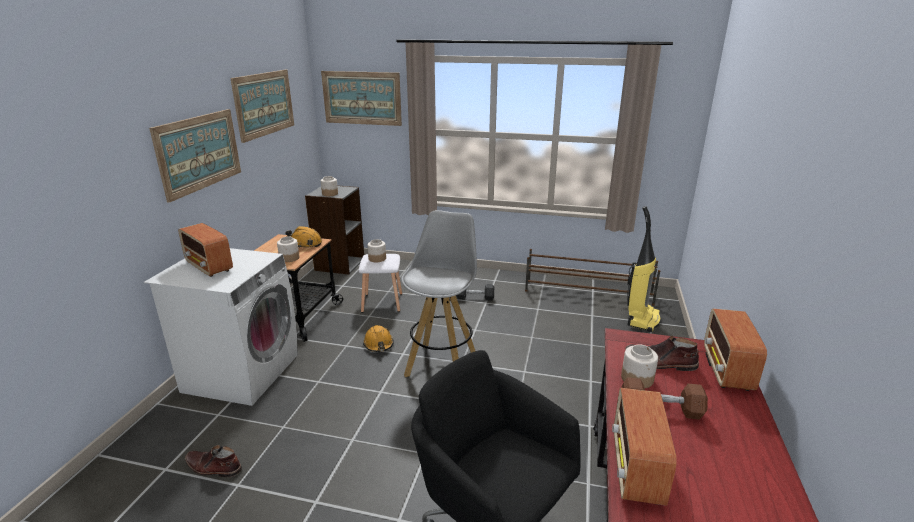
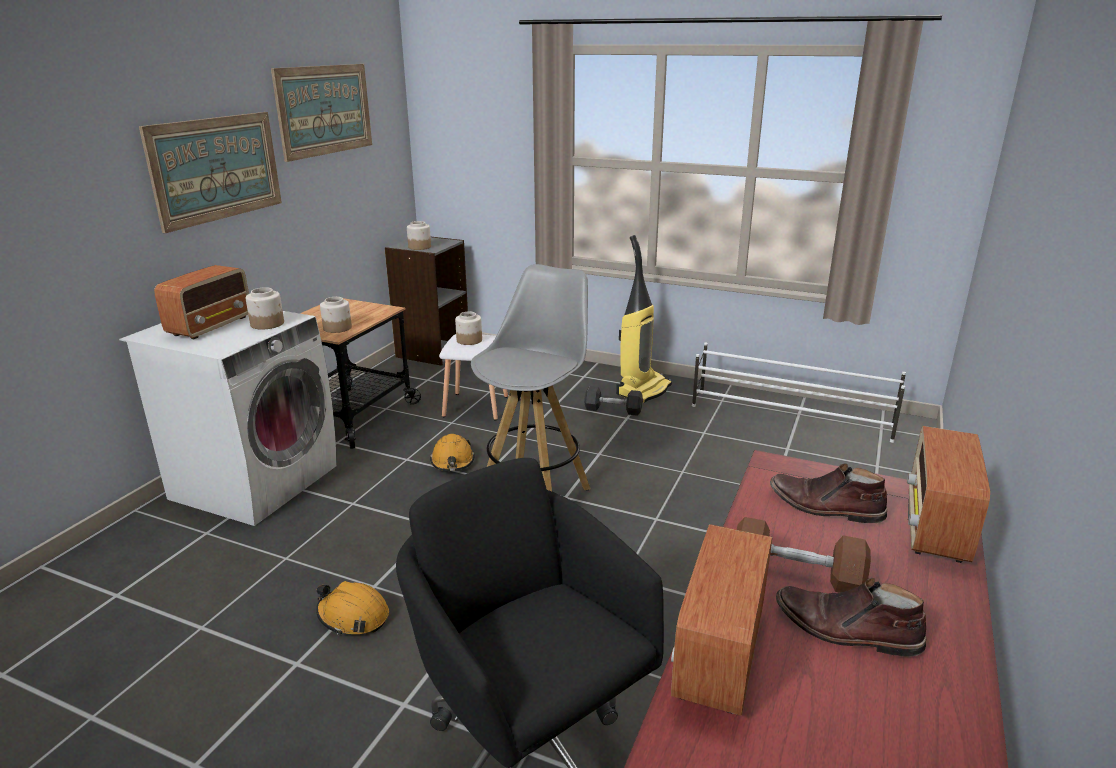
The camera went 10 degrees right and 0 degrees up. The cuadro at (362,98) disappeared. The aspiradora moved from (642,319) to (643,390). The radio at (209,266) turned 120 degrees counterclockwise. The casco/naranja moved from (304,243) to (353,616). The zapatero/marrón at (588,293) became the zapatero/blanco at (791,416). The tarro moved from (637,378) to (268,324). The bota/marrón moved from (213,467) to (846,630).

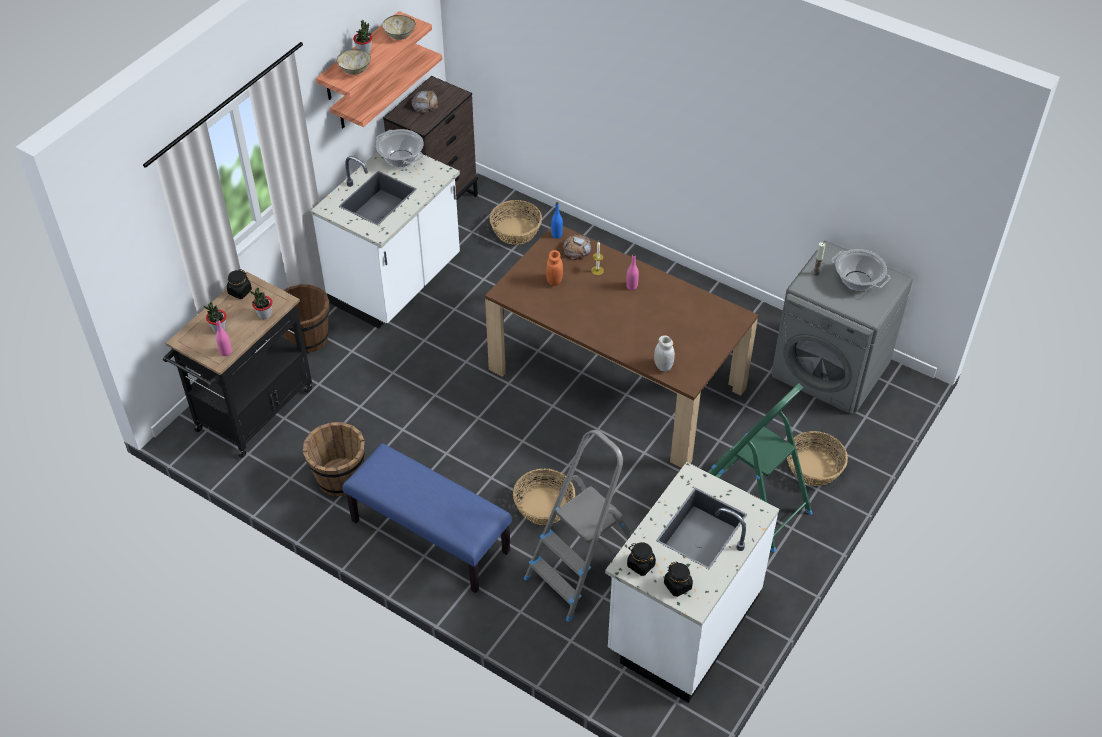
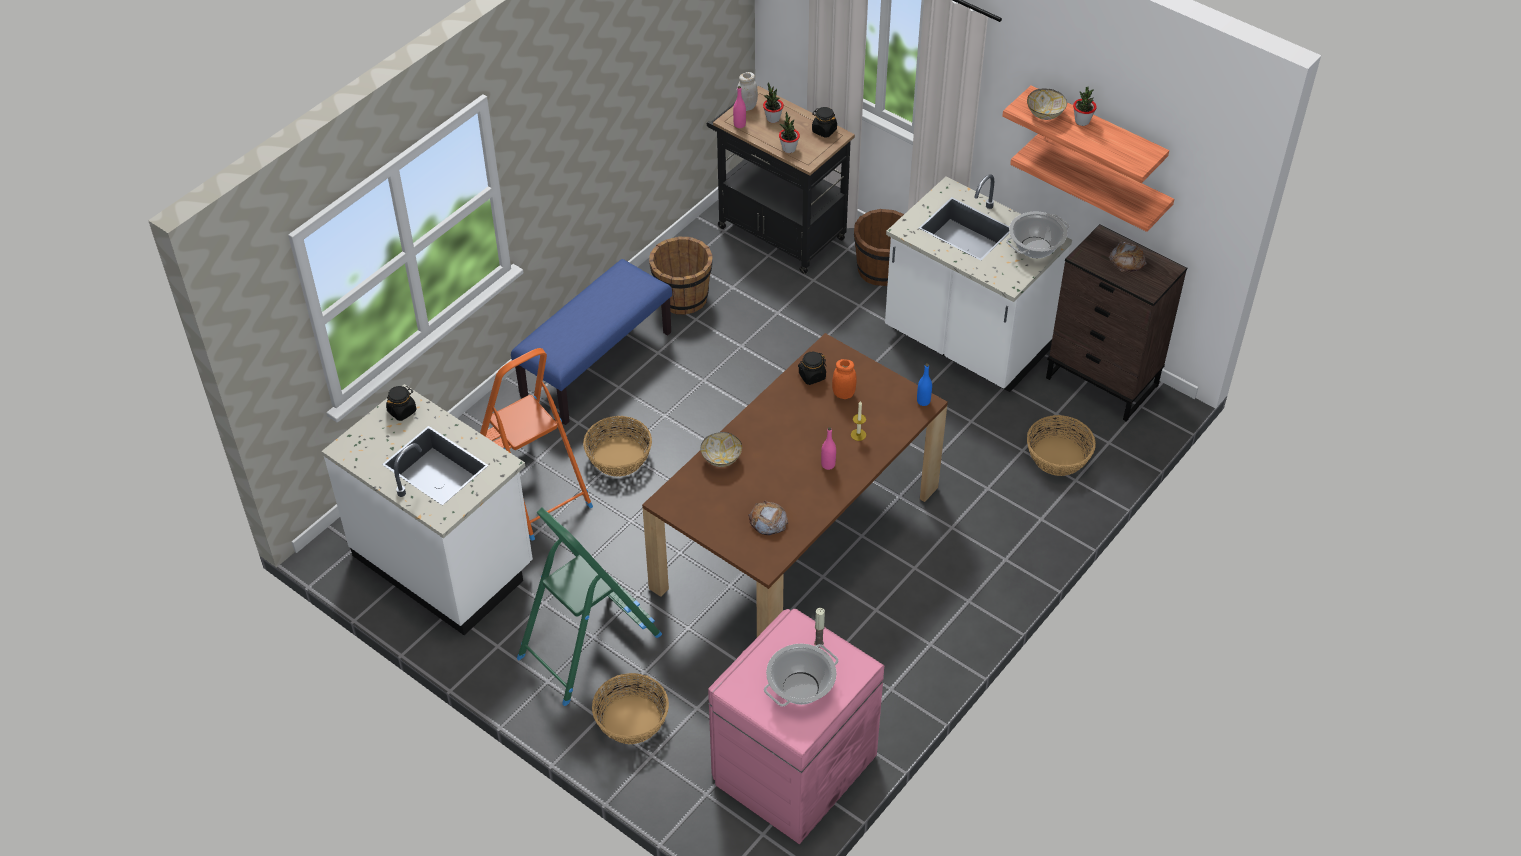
The camera went 95 degrees right and 0 degrees up. The cuenco moved from (400,36) to (721,459). The pan moved from (576,250) to (768,521). The lavadora/gris at (829,370) became the lavadora/rosa at (790,767). The tarro/blanco moved from (663,366) to (747,106). The escalera de tijera/gris at (585,569) became the escalera de tijera/naranja at (530,485). The tarro/negro moved from (678,585) to (812,376).

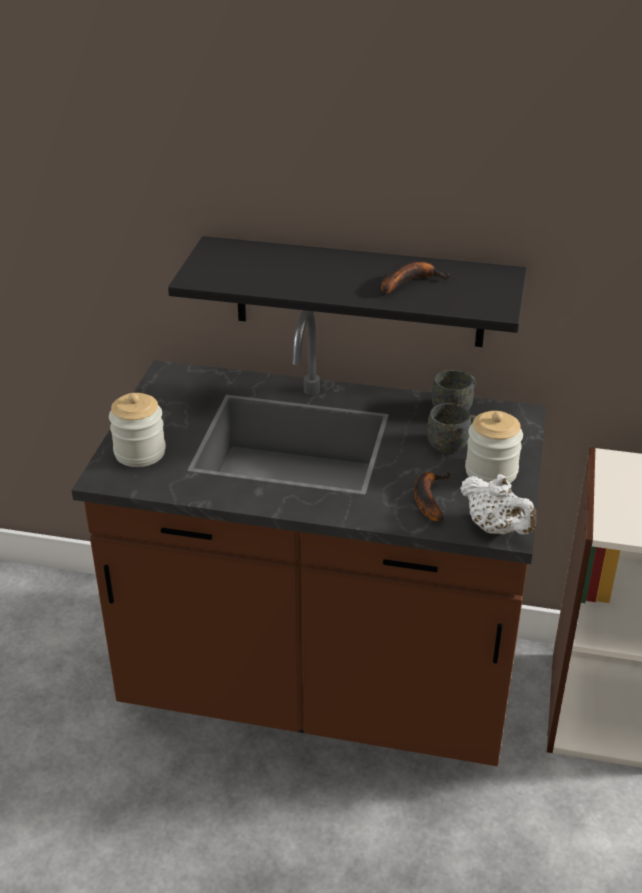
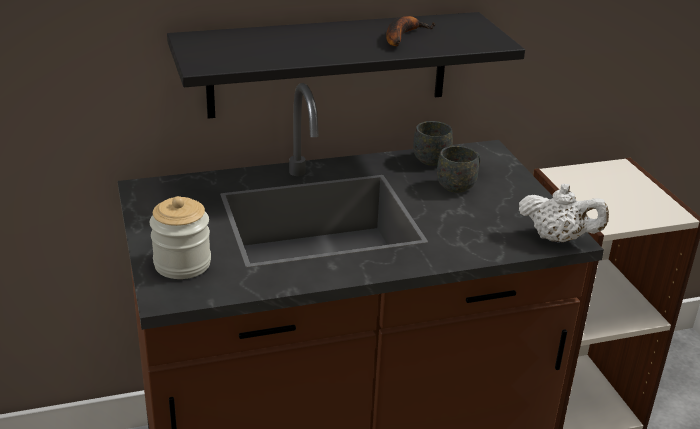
The camera went 30 degrees left and 5 degrees down. The tarro at (491,471) disappeared. The plátano at (428,498) disappeared.

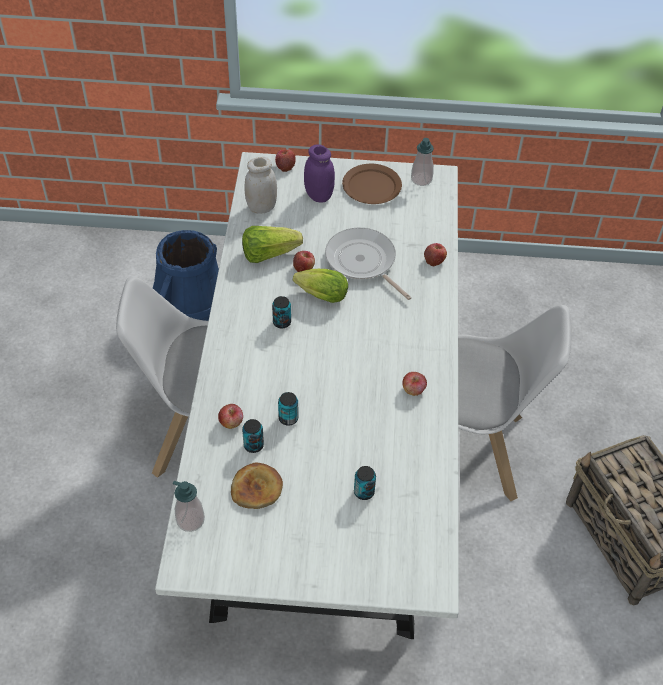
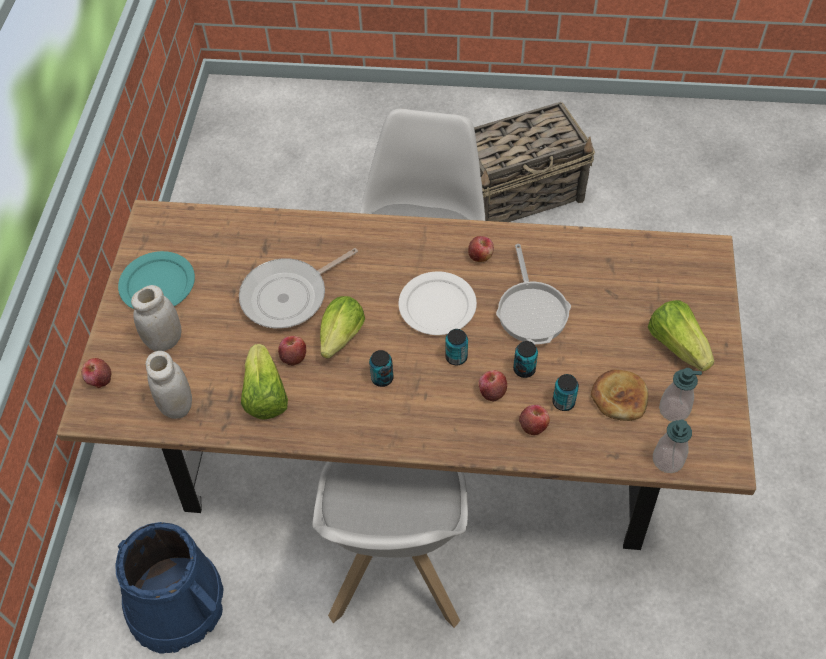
The camera went 85 degrees left and 5 degrees up. The dispensador de jabón moved from (421,179) to (674,409). The tarro/morado at (318,195) became the tarro/blanco at (165,341). The mesa de comedor/blanco at (328,448) became the mesa de comedor/marrón at (418,434). The plato/marrón at (371,186) became the plato/turquesa at (157,285). The manzana moved from (434,260) to (492,391). The lata moved from (364,492) to (456,357). The sartén at (532,310) appeared. The plato/blanco at (437,305) appeared. The lechuga at (677,345) appeared.

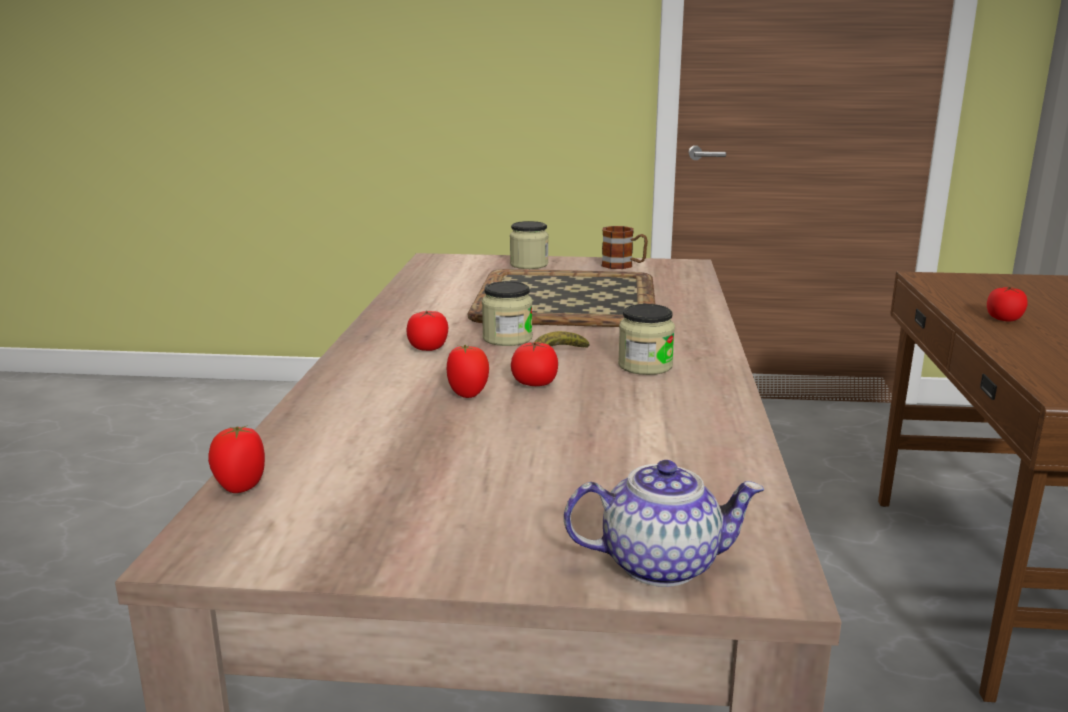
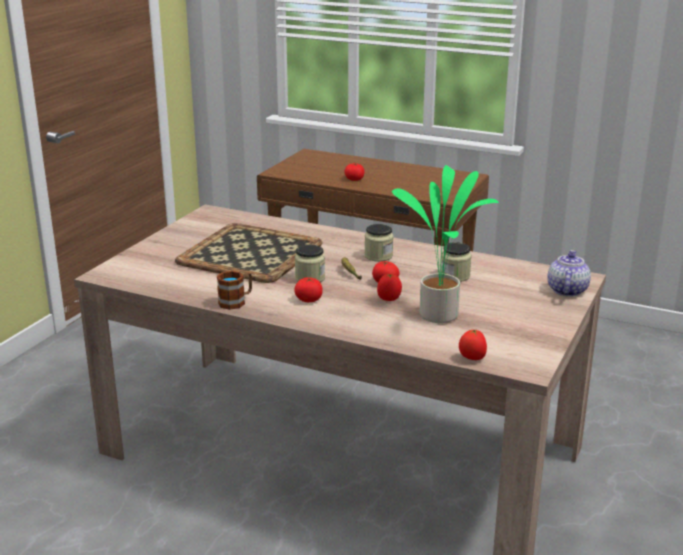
The camera went 70 degrees left and 5 degrees up. The tarro moved from (529,264) to (455,276). The taza grande moved from (623,266) to (236,301). The planta en maceta at (441,315) appeared.

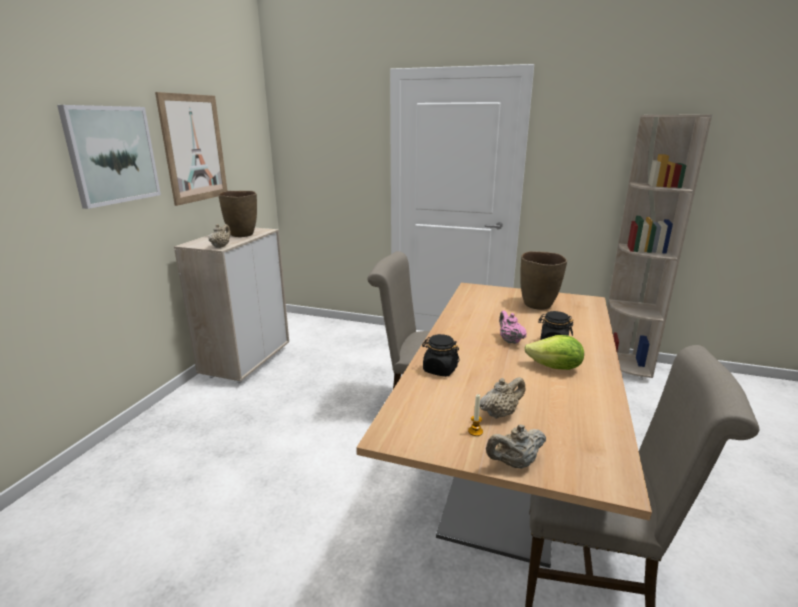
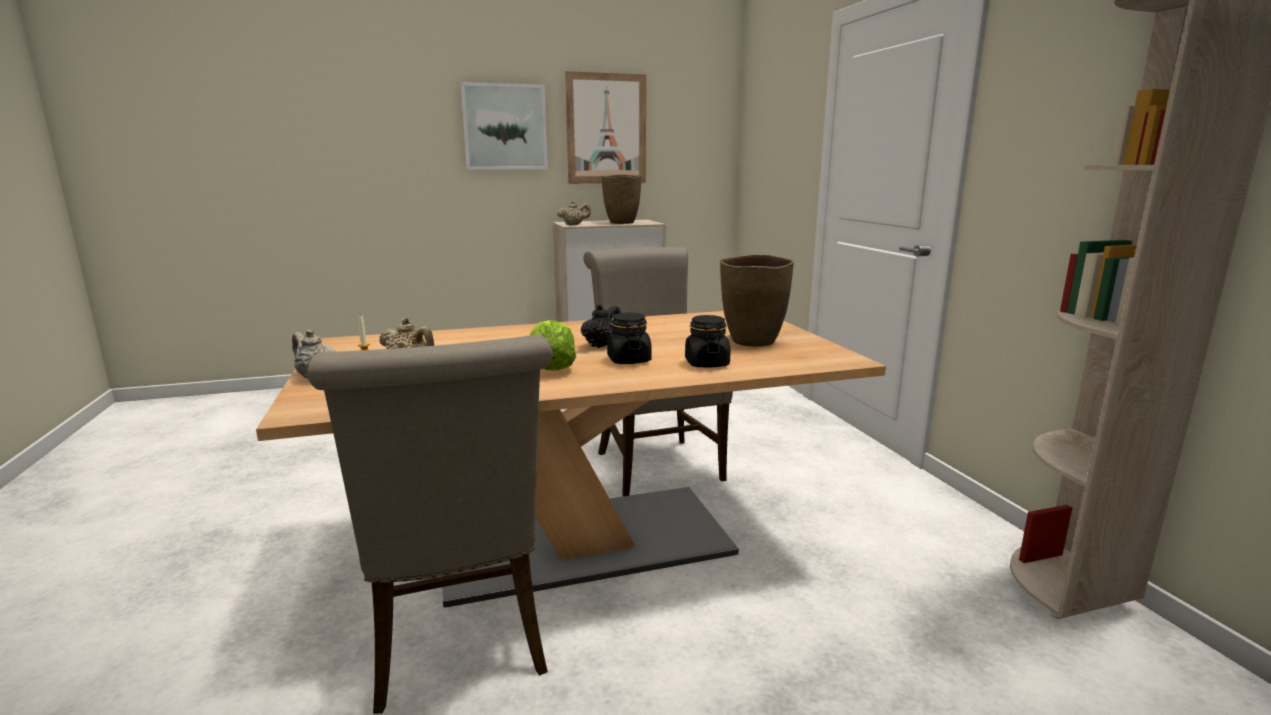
The camera went 55 degrees right and 5 degrees down. The tetera/rosa at (510,340) became the tetera/negro at (601,345). The tarro/negro moved from (439,370) to (706,363).

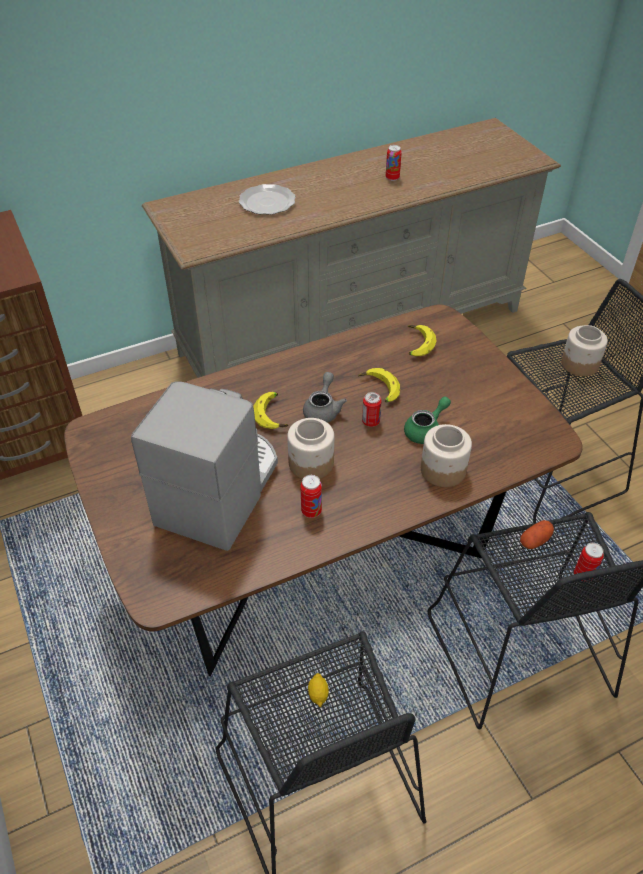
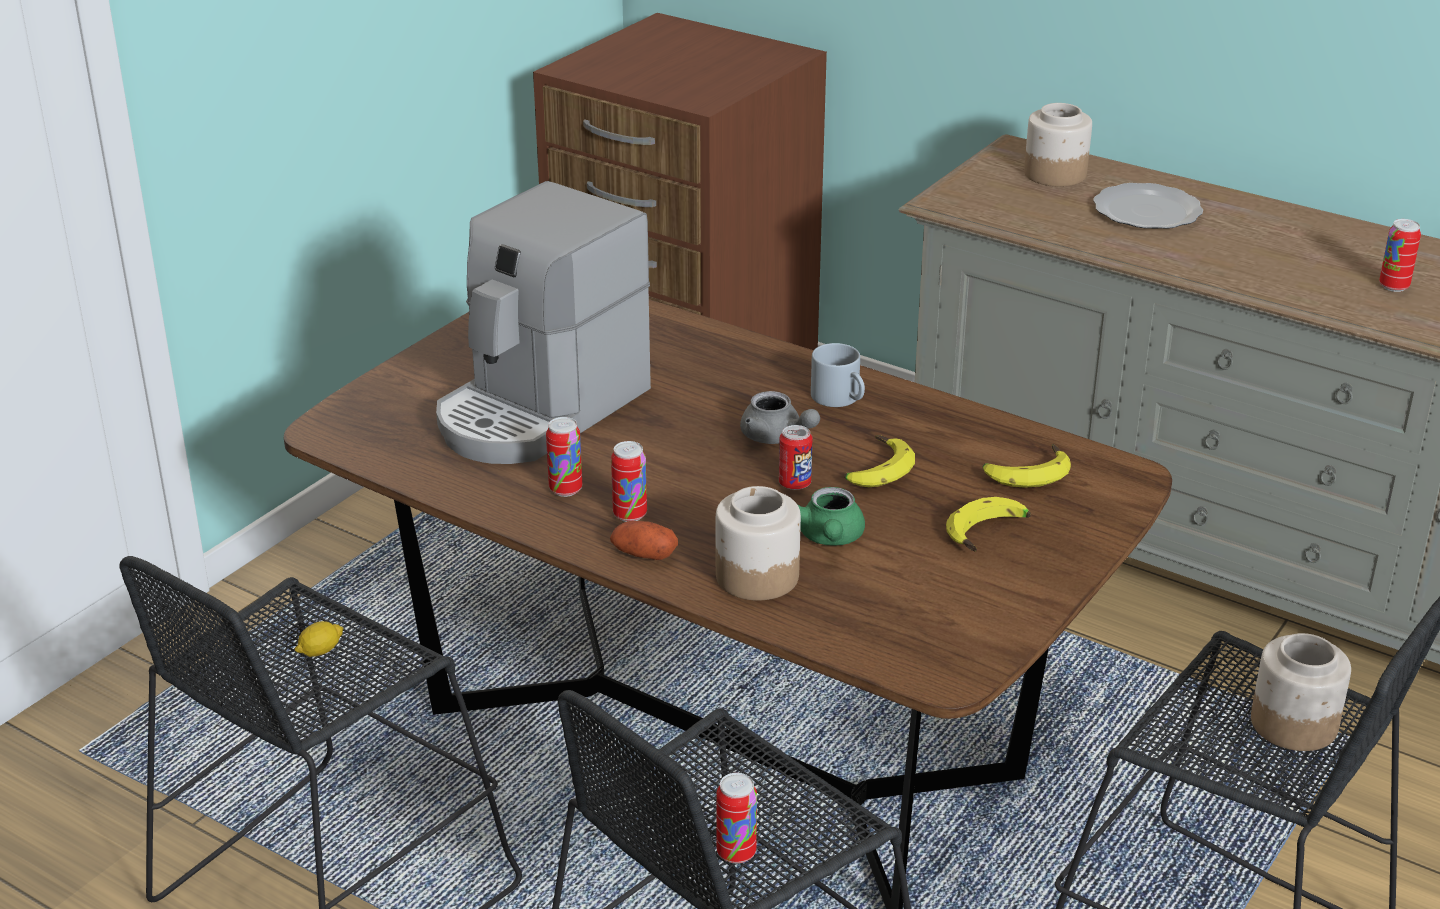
The camera went 60 degrees right and 15 degrees down. The tetera/gris at (323,409) turned 60 degrees clockwise. The cafetera at (220,490) turned 135 degrees clockwise. The plátano moved from (273,414) to (990,534). The tetera/verde at (426,430) turned 75 degrees clockwise. The tarro moved from (311,463) to (1054,174). The patata moved from (535,540) to (644,554). The taza grande/gris at (841,398) appeared. The lata at (630,515) appeared.

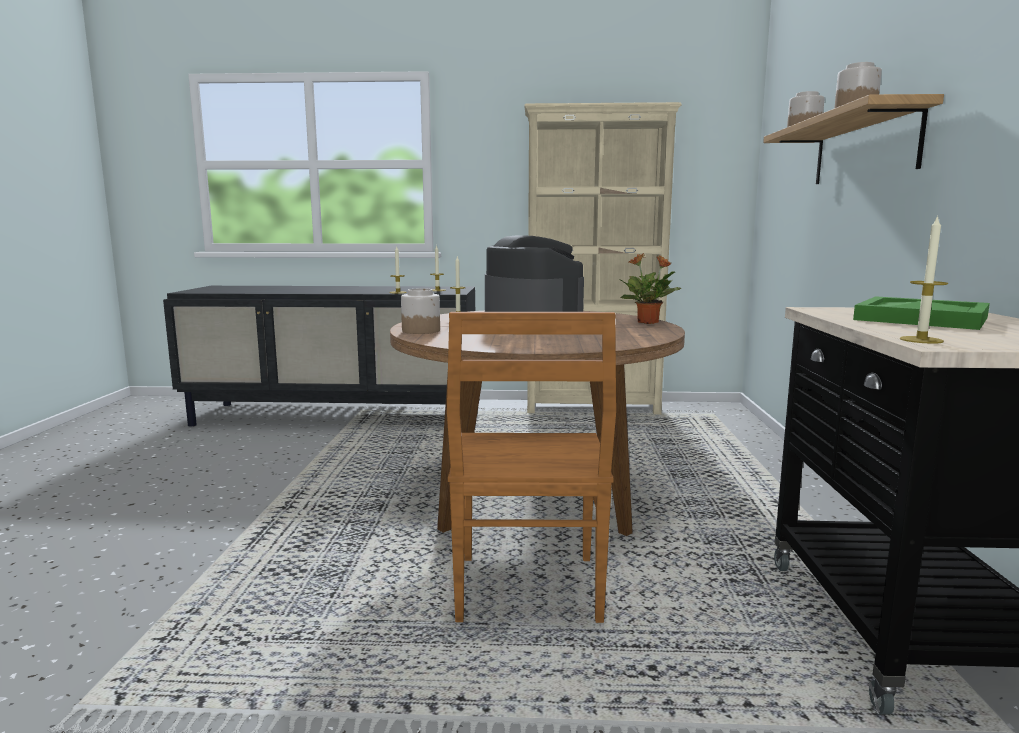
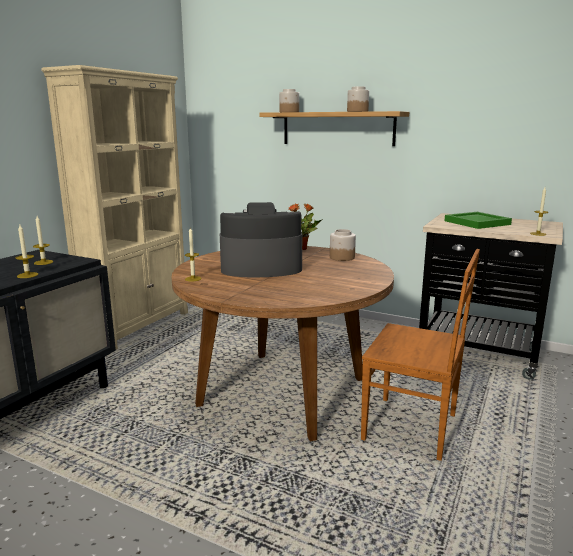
The camera went 65 degrees left and 5 degrees up. The tarro moved from (421,331) to (341,257).

